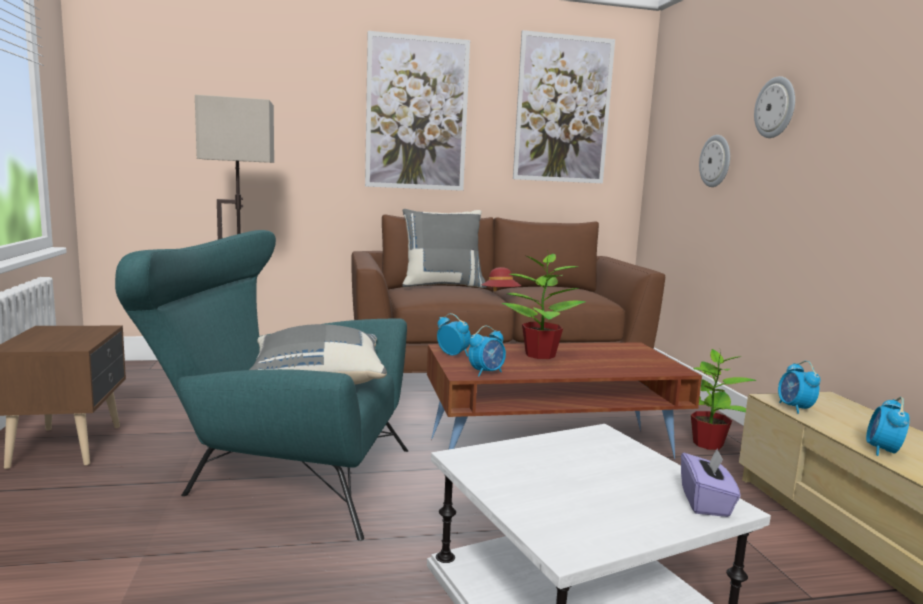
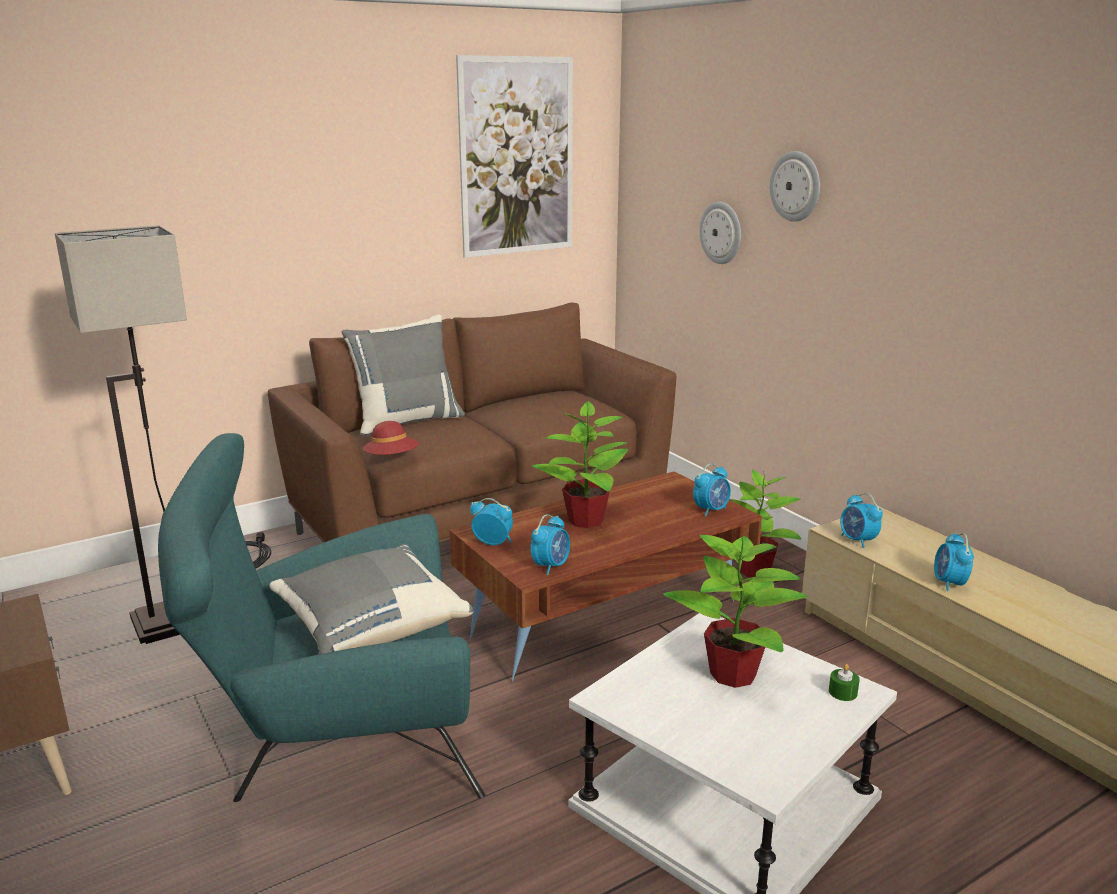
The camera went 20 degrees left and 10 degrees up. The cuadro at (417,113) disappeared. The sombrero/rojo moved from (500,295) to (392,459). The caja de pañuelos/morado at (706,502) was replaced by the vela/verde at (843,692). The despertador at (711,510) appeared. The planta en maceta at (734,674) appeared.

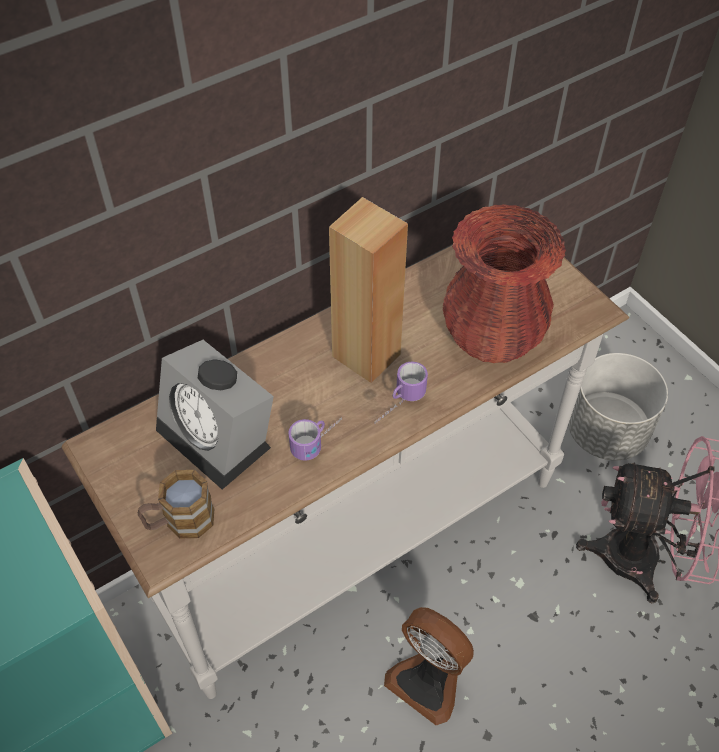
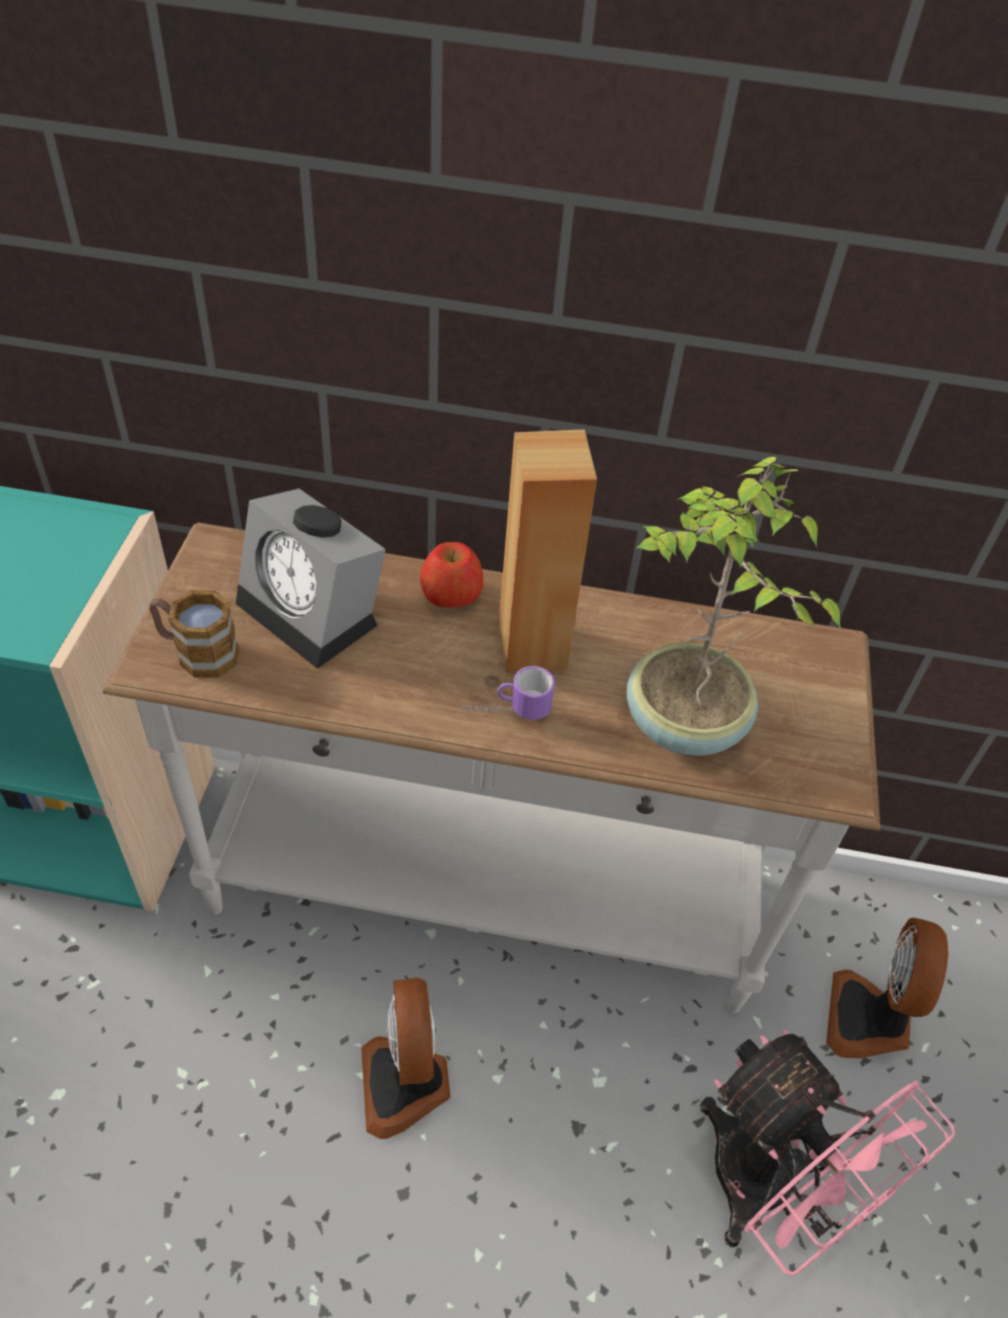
The camera went 40 degrees right and 5 degrees down. The florero/rojo at (491,338) was replaced by the planta en maceta at (682,726). The despertador at (220,437) turned 45 degrees counterclockwise. The maceta/gris at (607,432) was replaced by the ventilador at (869,1020). The taza grande at (319,441) disappeared. The manzana at (450,595) appeared.

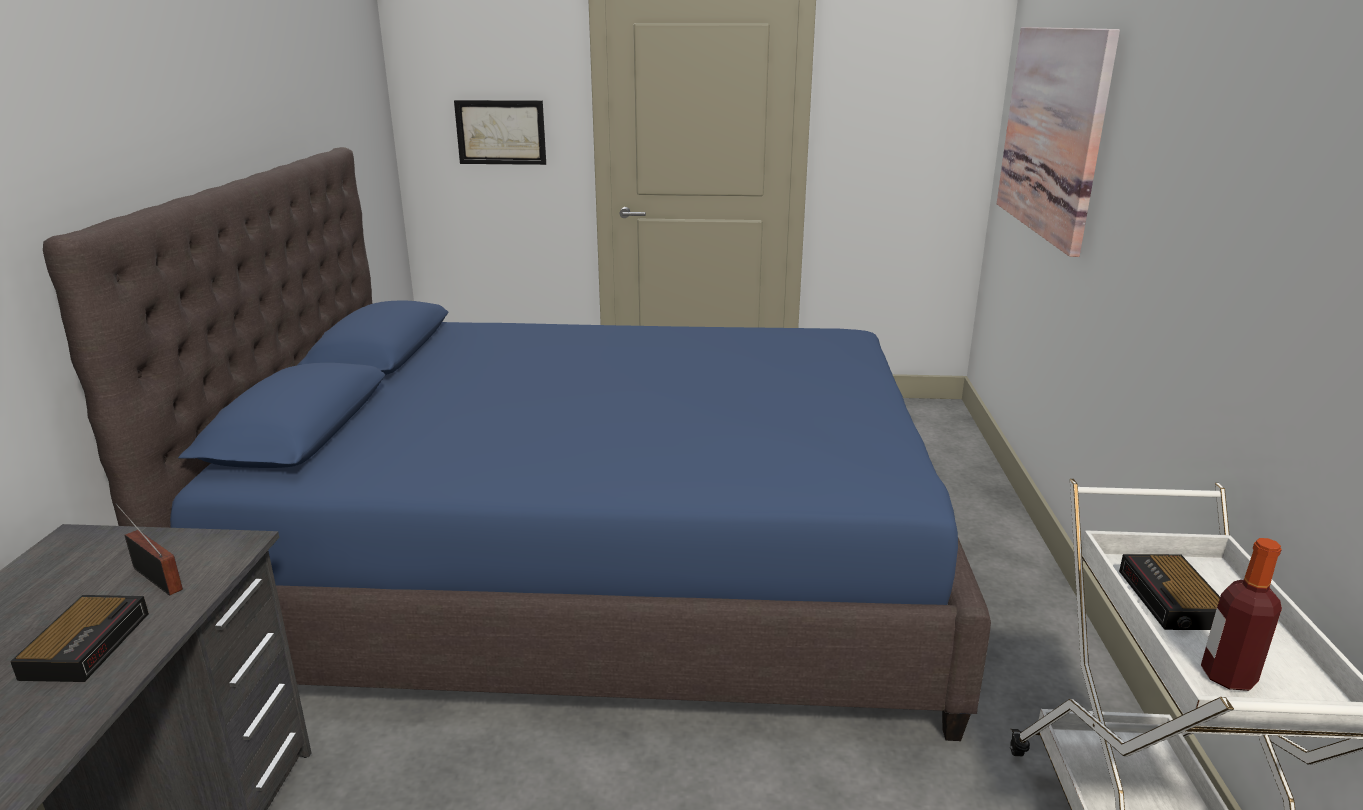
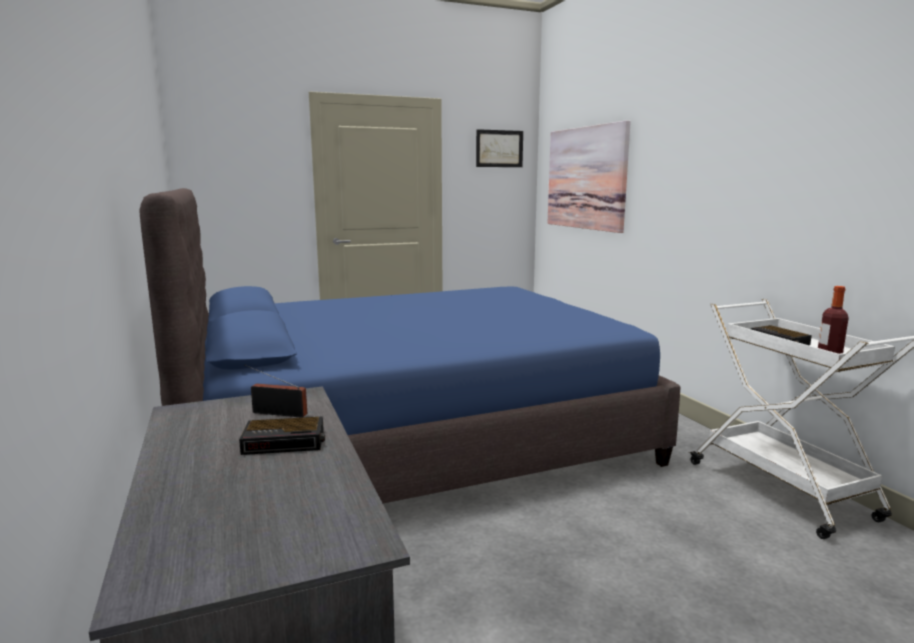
The camera went 25 degrees left and 10 degrees down. The cuadro moved from (501,132) to (499,148). The despertador at (88,643) turned 105 degrees clockwise.

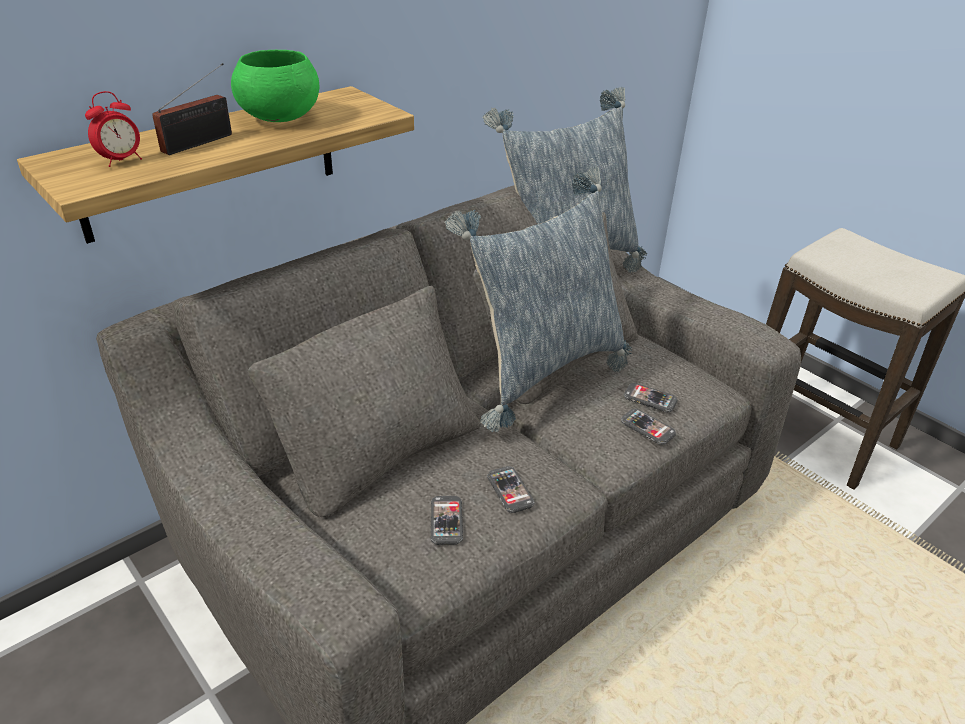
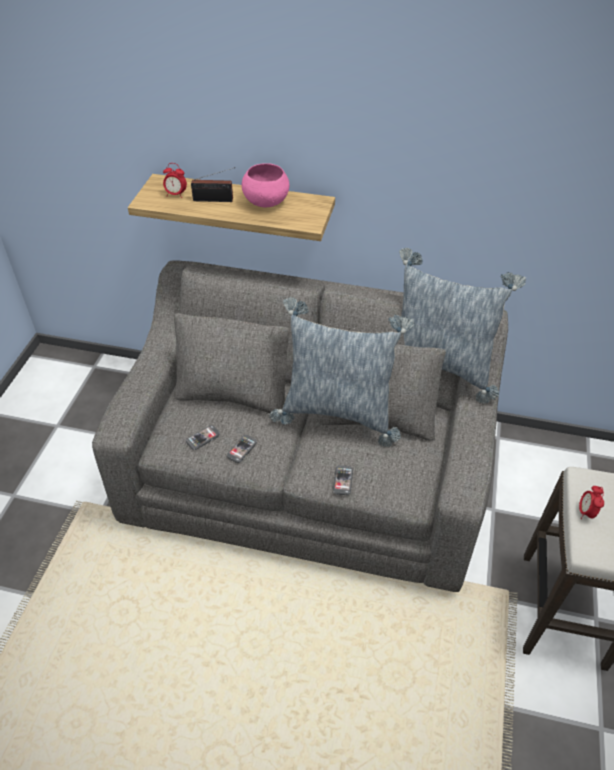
The camera went 55 degrees right and 10 degrees up. The cuenco/verde at (280,118) became the cuenco/rosa at (266,202). The móvil at (650,399) disappeared. The despertador at (586,512) appeared.

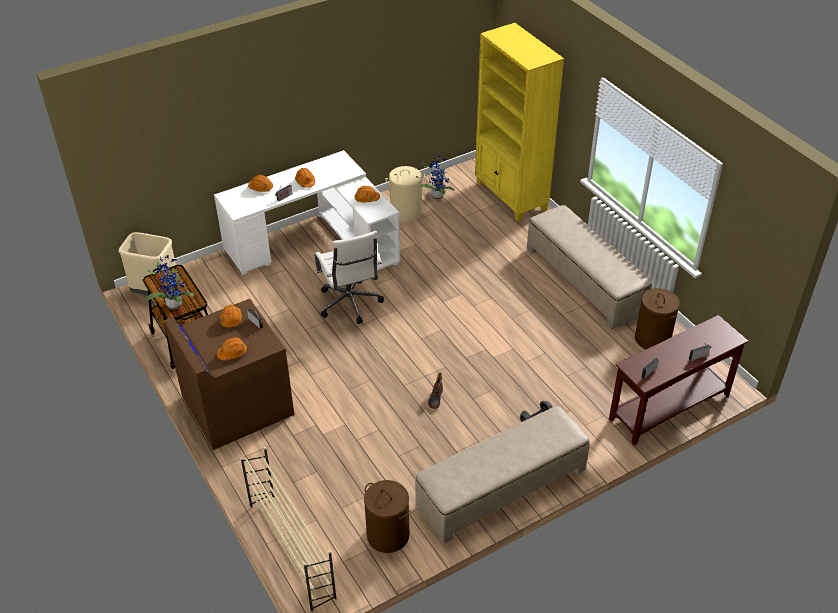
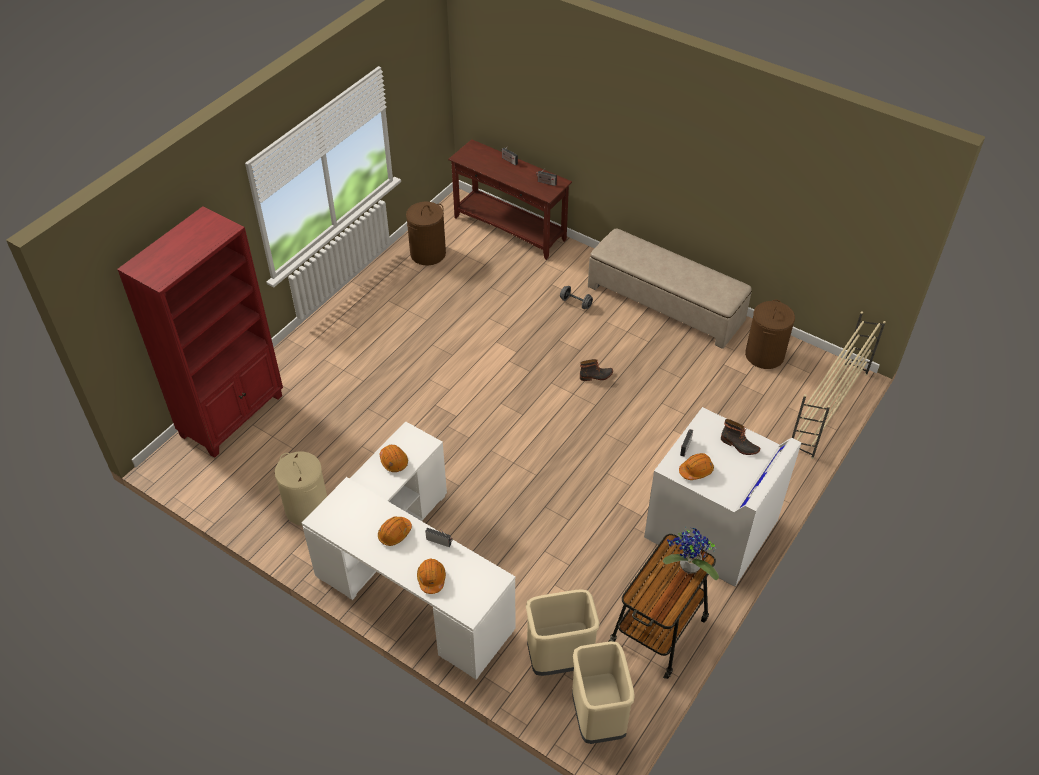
The camera went 115 degrees left and 5 degrees up. The estantería/amarillo at (511,196) became the estantería/rojo at (233,415). The planta en maceta at (437,195) disappeared. The banco/beis at (585,280) disappeared. The silla de oficina/blanco at (351,305) disappeared. The lavadora/marrón at (237,404) became the lavadora/blanco at (710,529). The casco/naranja at (232,353) was replaced by the bota at (739,446). The papelera/beis at (559,659) appeared.

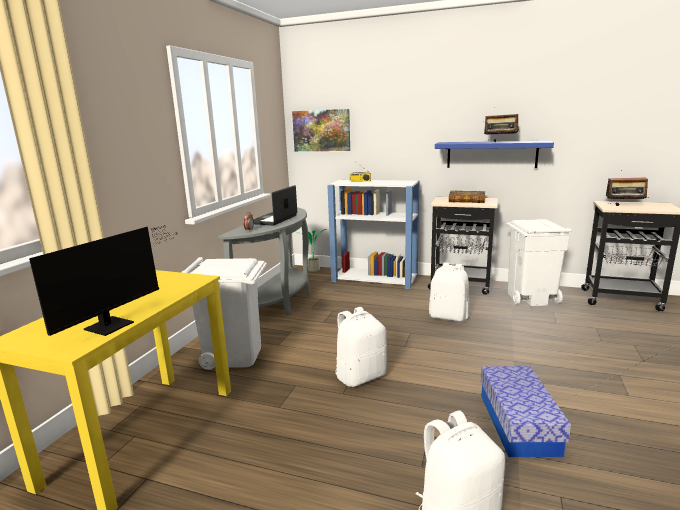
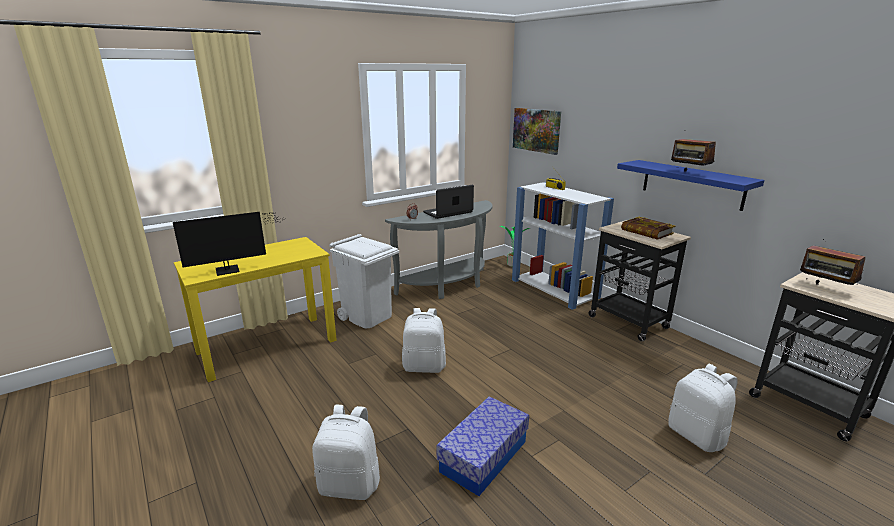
The camera went 35 degrees right and 5 degrees up. The papelera/blanco at (530,297) disappeared. The mochila/blanco moved from (449,317) to (697,436).

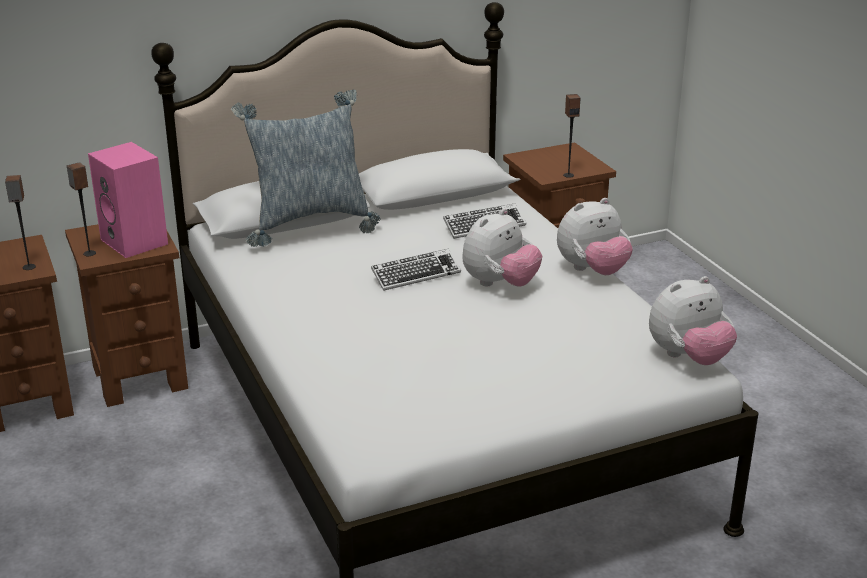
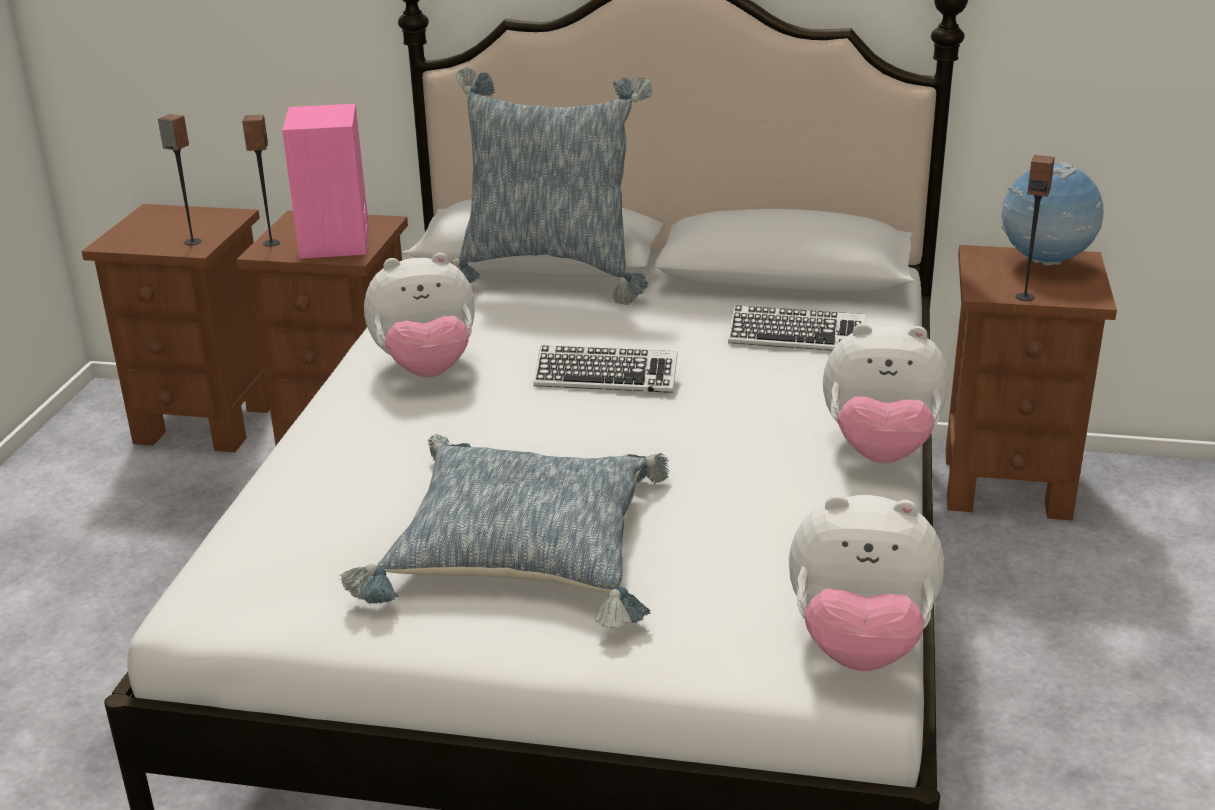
The camera went 35 degrees right and 0 degrees up. The peluche moved from (500,284) to (426,369). The globo terráqueo at (1045,263) appeared. The cojín at (521,541) appeared.

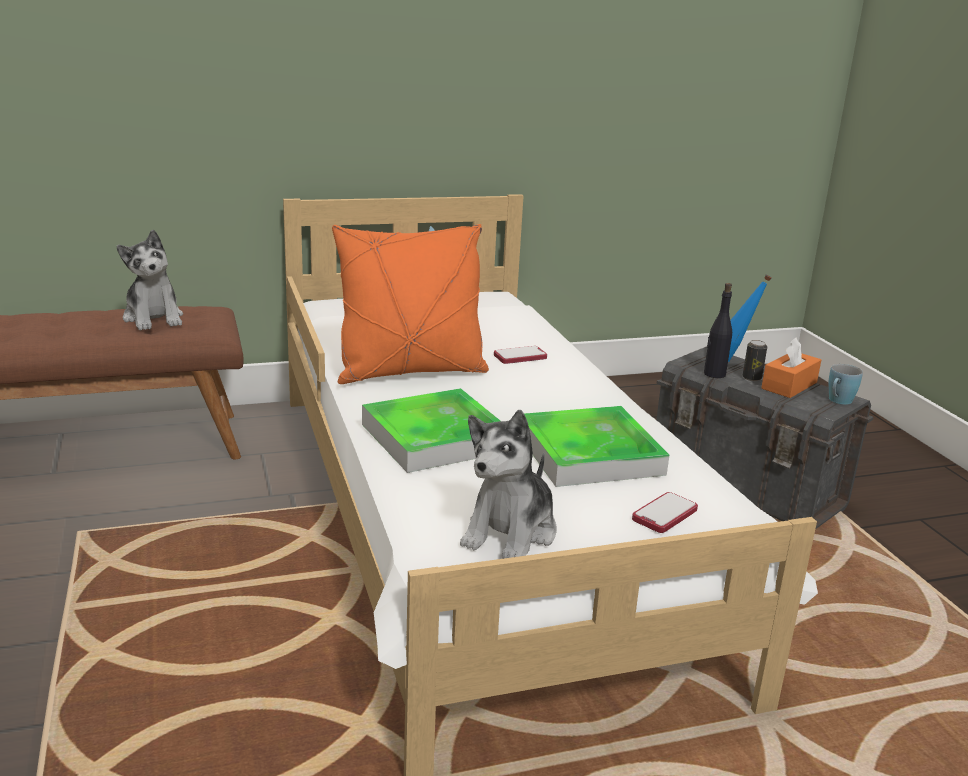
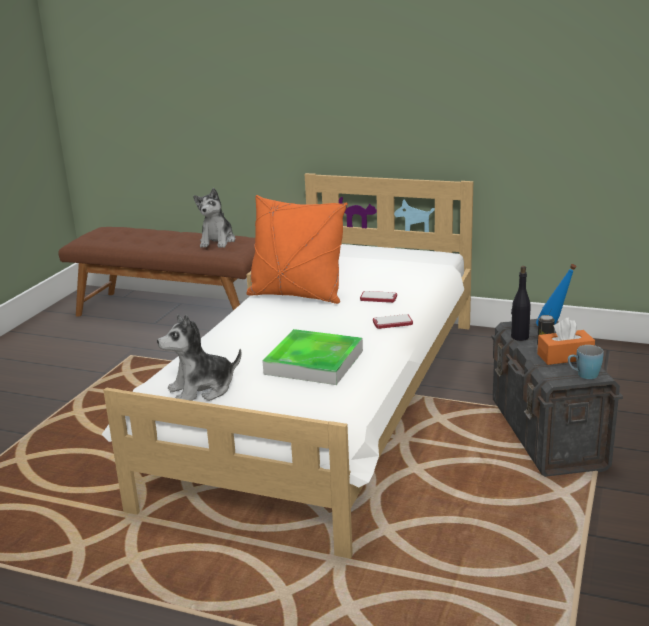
The camera went 40 degrees right and 0 degrees up. The bandeja at (435,437) disappeared. The móvil moved from (664,514) to (392,323).

